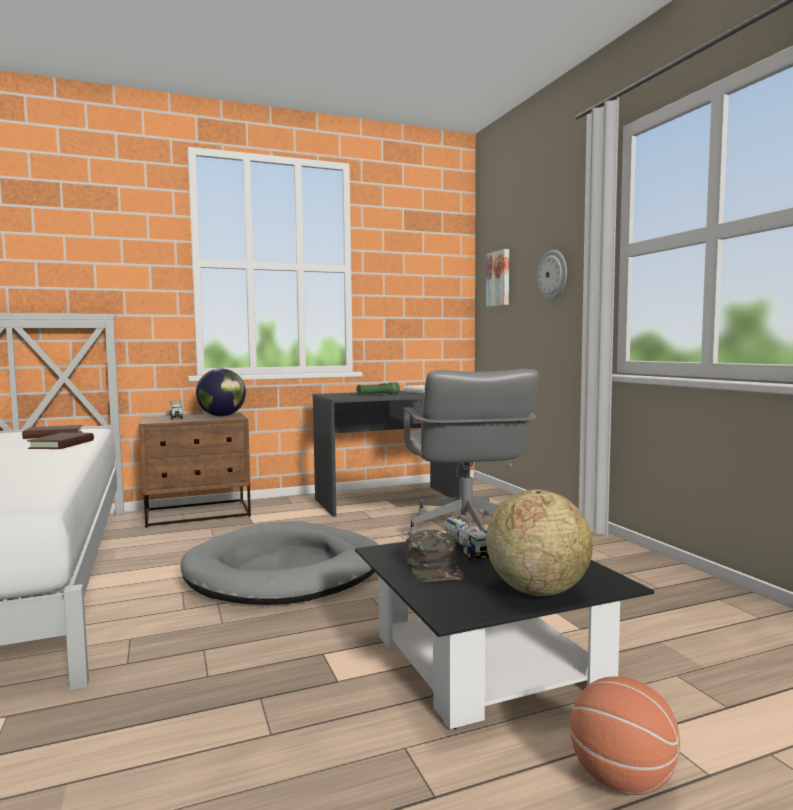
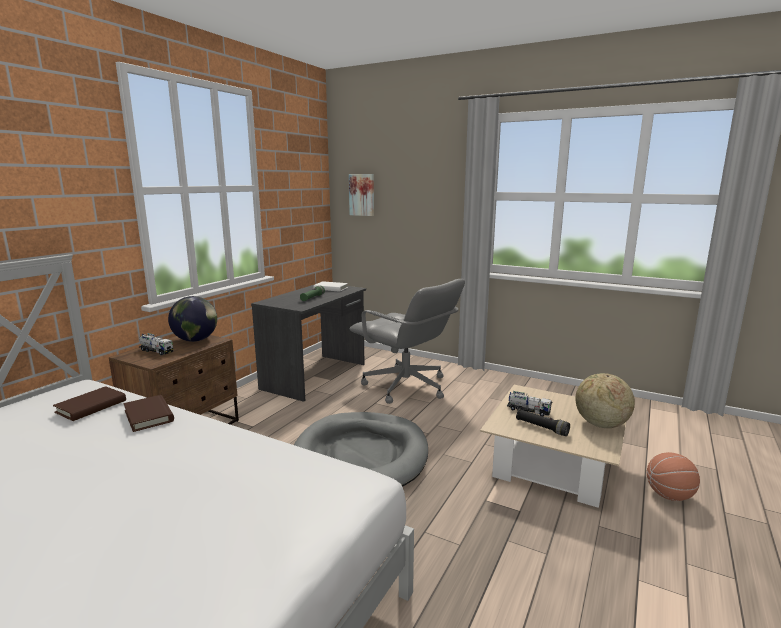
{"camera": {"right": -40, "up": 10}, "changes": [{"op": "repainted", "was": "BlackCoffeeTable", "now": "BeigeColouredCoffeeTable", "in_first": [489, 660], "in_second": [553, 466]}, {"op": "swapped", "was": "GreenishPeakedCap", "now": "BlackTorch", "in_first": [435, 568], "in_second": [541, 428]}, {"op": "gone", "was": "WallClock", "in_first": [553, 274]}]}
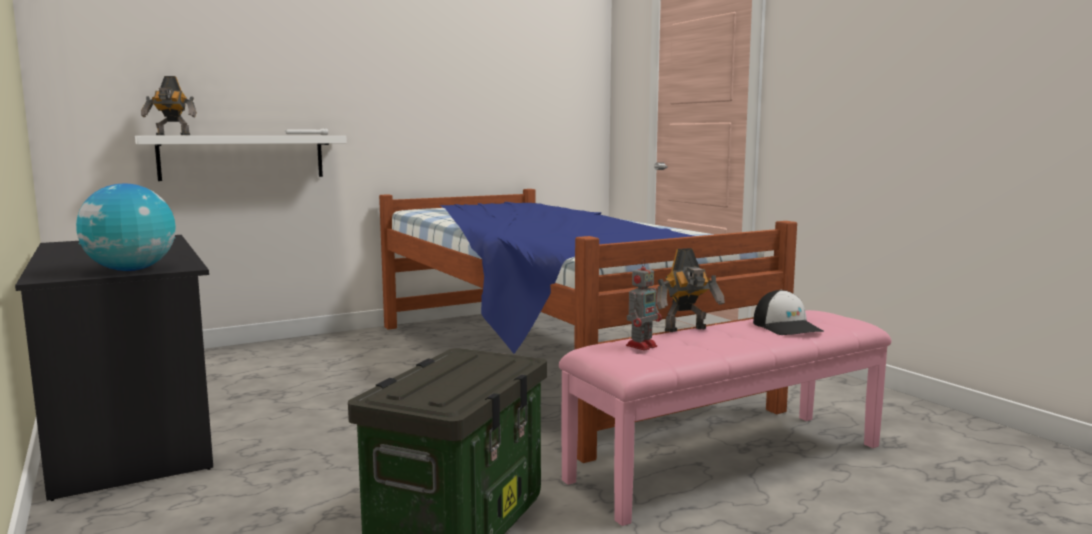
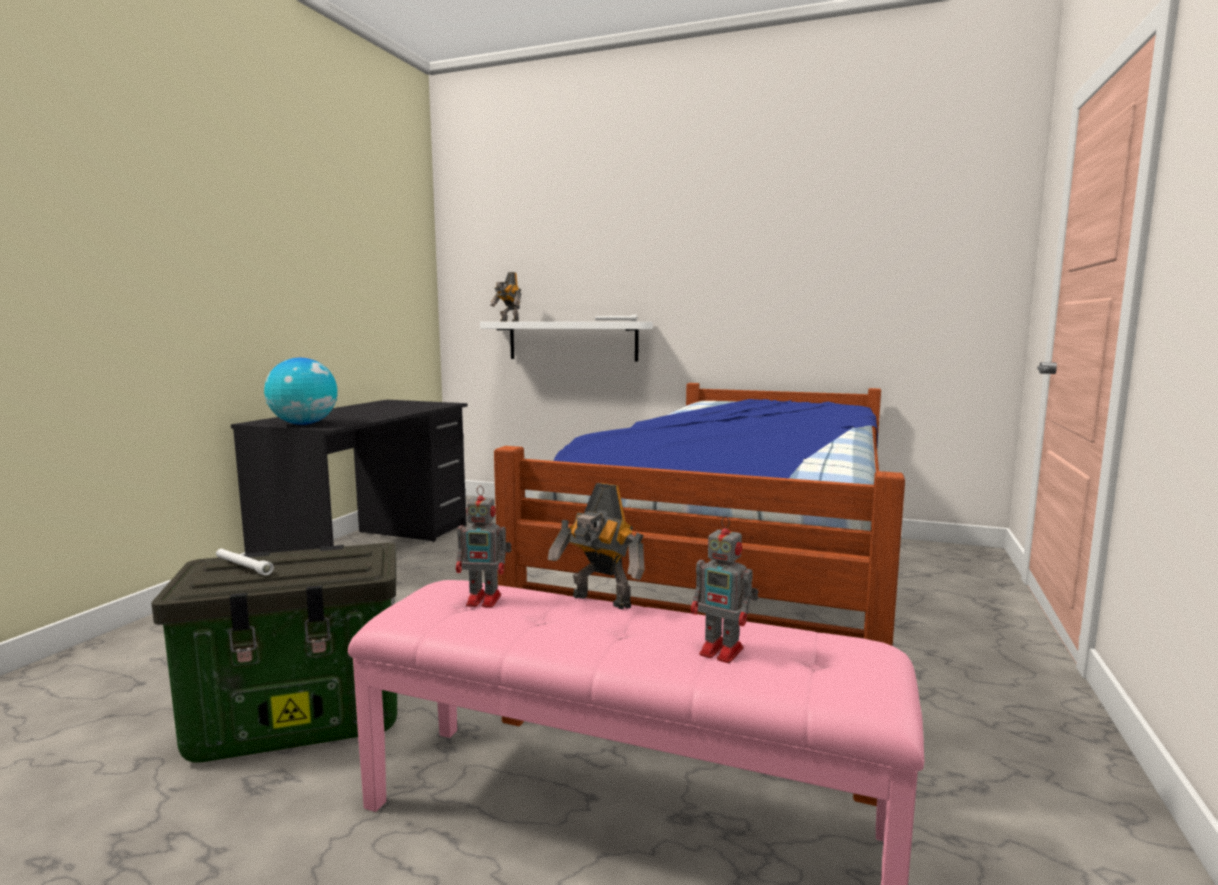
{"camera": {"right": 50, "up": 0}, "changes": [{"op": "new", "now": "WhiteColouredTorch", "in_second": [243, 566]}, {"op": "swapped", "was": "PeakedCap", "now": "RobotFigure", "in_first": [787, 327], "in_second": [724, 652]}]}
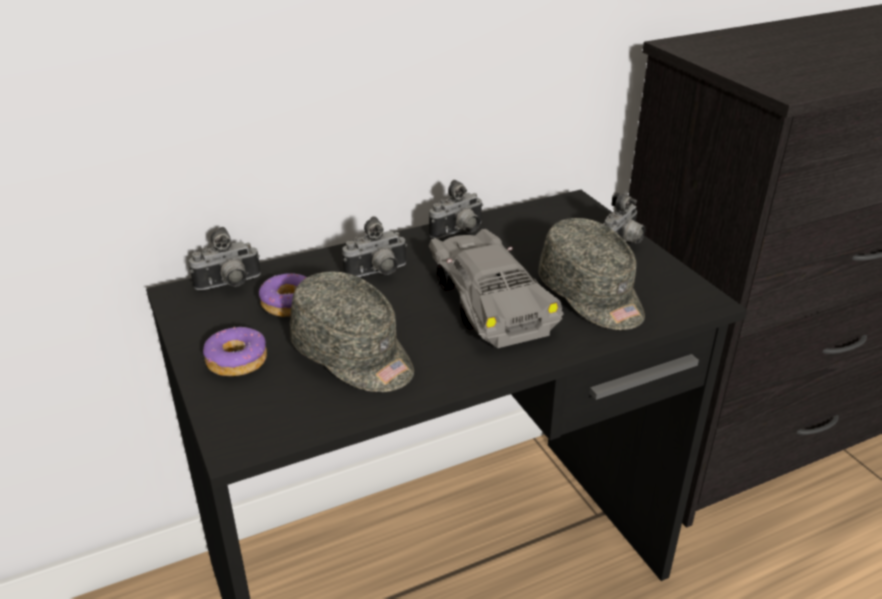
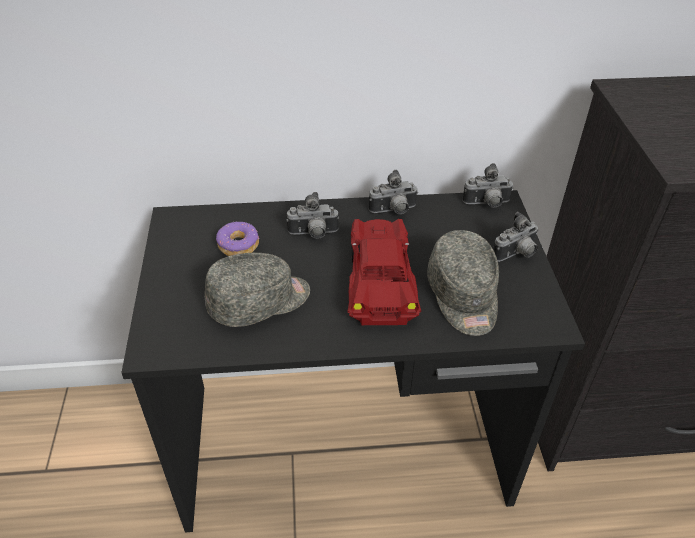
{"camera": {"right": 20, "up": 10}, "changes": [{"op": "rotated", "was": "GreyishPeakedCap", "in_first": [354, 355], "in_second": [260, 302], "clockwise": -90}, {"op": "repainted", "was": "GreyishModelCar", "now": "RedModelCar", "in_first": [488, 301], "in_second": [380, 280]}, {"op": "shifted", "was": "StillCamera", "in_first": [229, 285], "in_second": [487, 204]}, {"op": "gone", "was": "RingDoughnut", "in_first": [237, 360]}]}
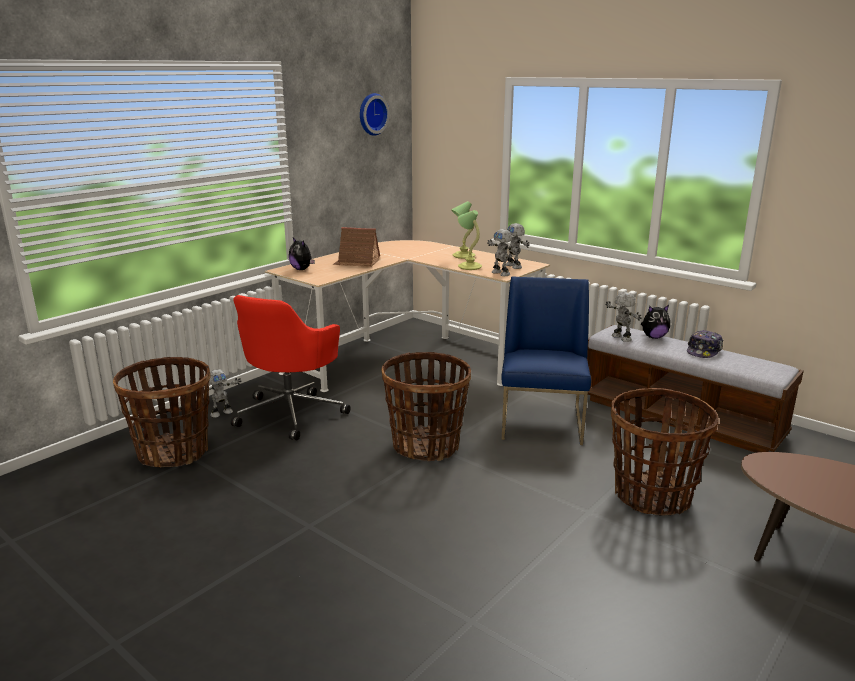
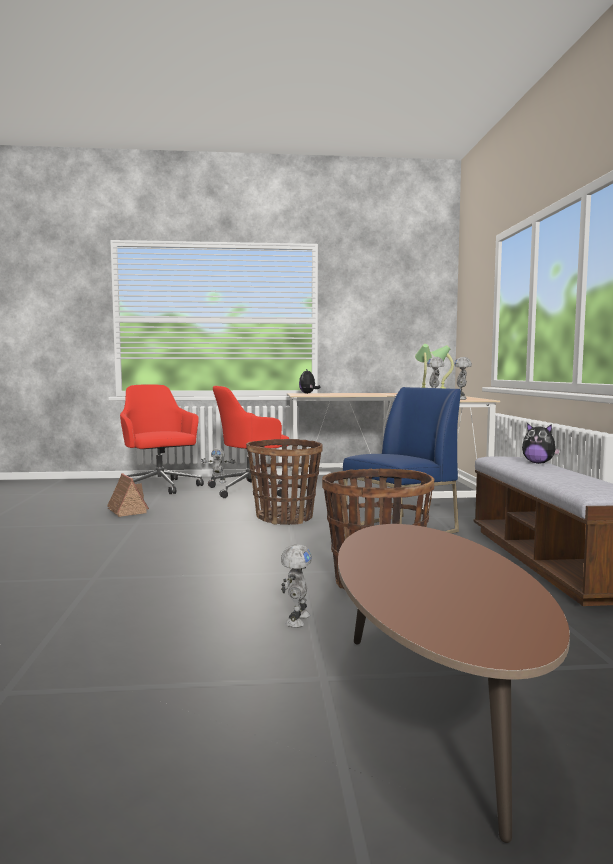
{"camera": {"right": 45, "up": -15}, "changes": [{"op": "shifted", "was": "MiniatureHouse", "in_first": [357, 262], "in_second": [127, 511]}, {"op": "swapped", "was": "StorageBasket", "now": "RedOfficeChair", "in_first": [173, 452], "in_second": [159, 488]}, {"op": "shifted", "was": "RobotFigure", "in_first": [620, 338], "in_second": [296, 620]}, {"op": "gone", "was": "WallClock", "in_first": [371, 114]}, {"op": "gone", "was": "PeakedCap", "in_first": [704, 351]}]}
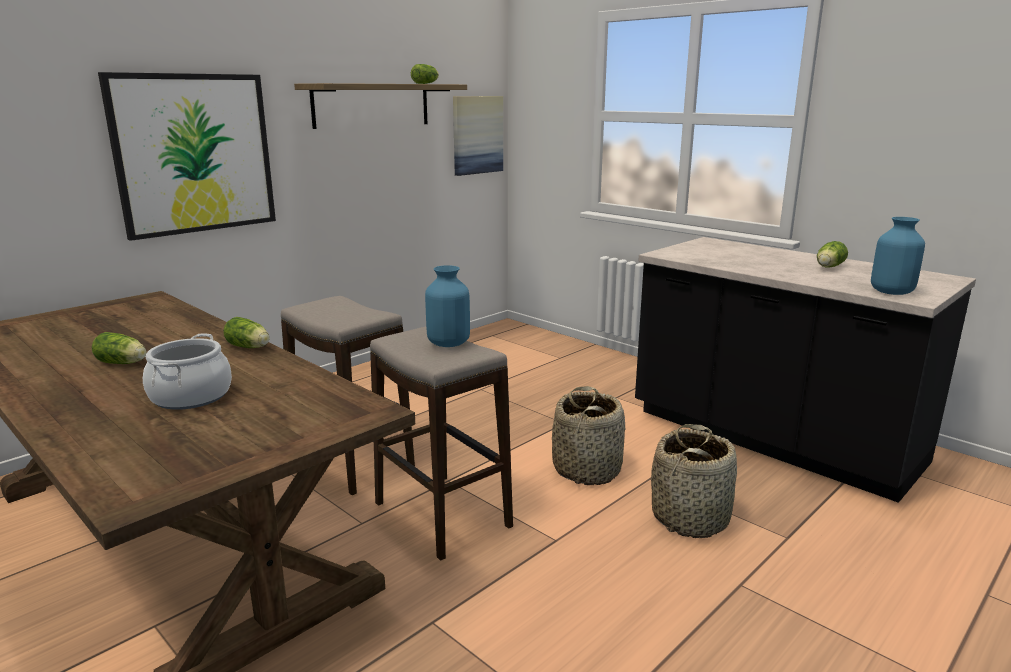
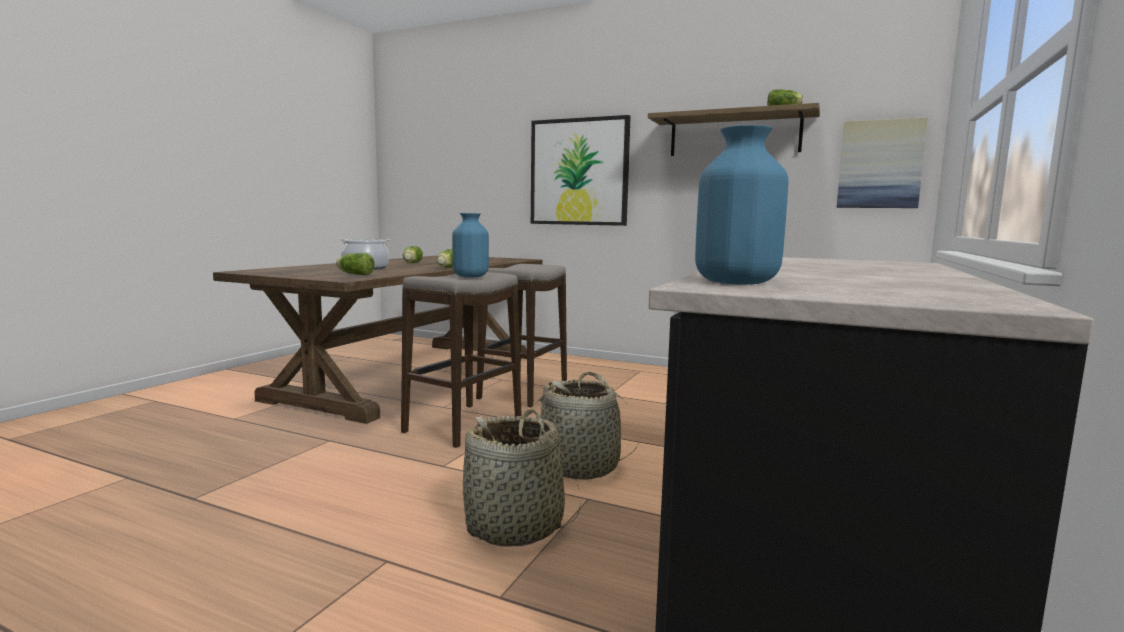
{"camera": {"right": 70, "up": -10}, "changes": [{"op": "shifted", "was": "LettuceHead", "in_first": [828, 267], "in_second": [354, 274]}]}
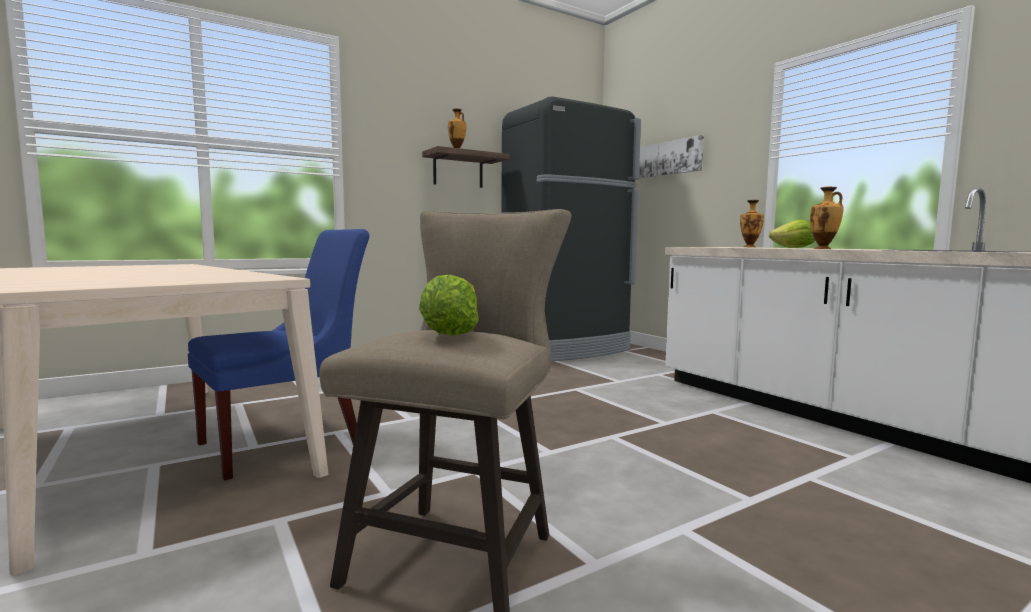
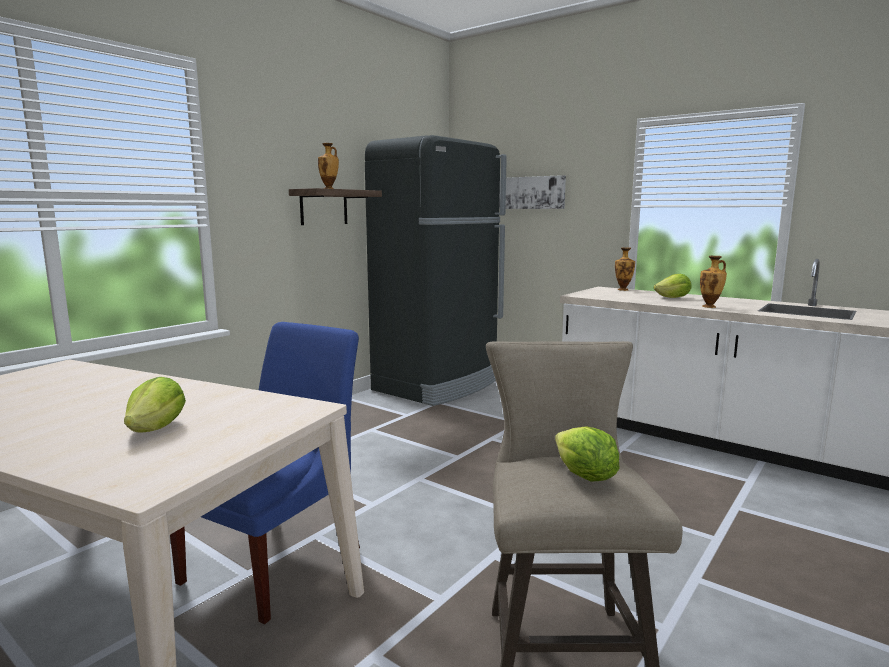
{"camera": {"right": -20, "up": 5}, "changes": [{"op": "new", "now": "LettuceHead", "in_second": [157, 428]}]}
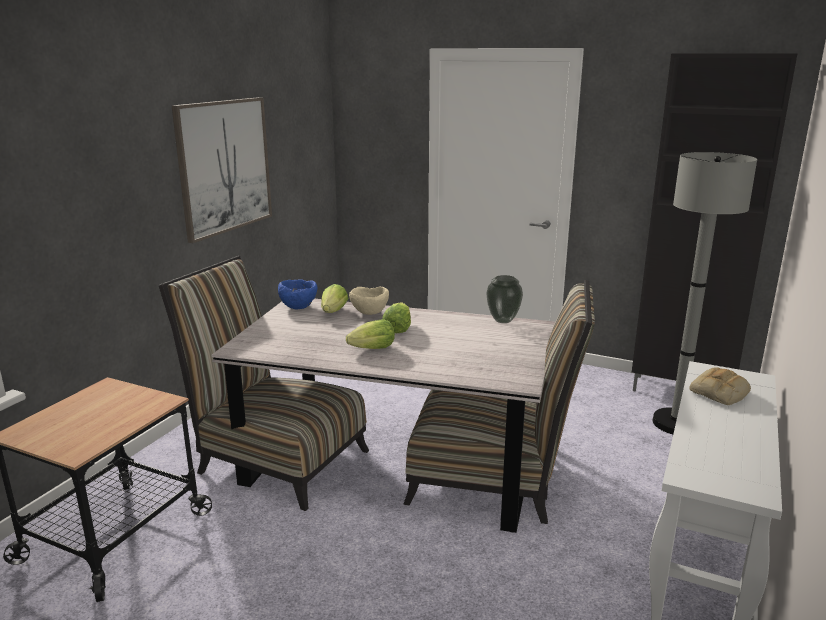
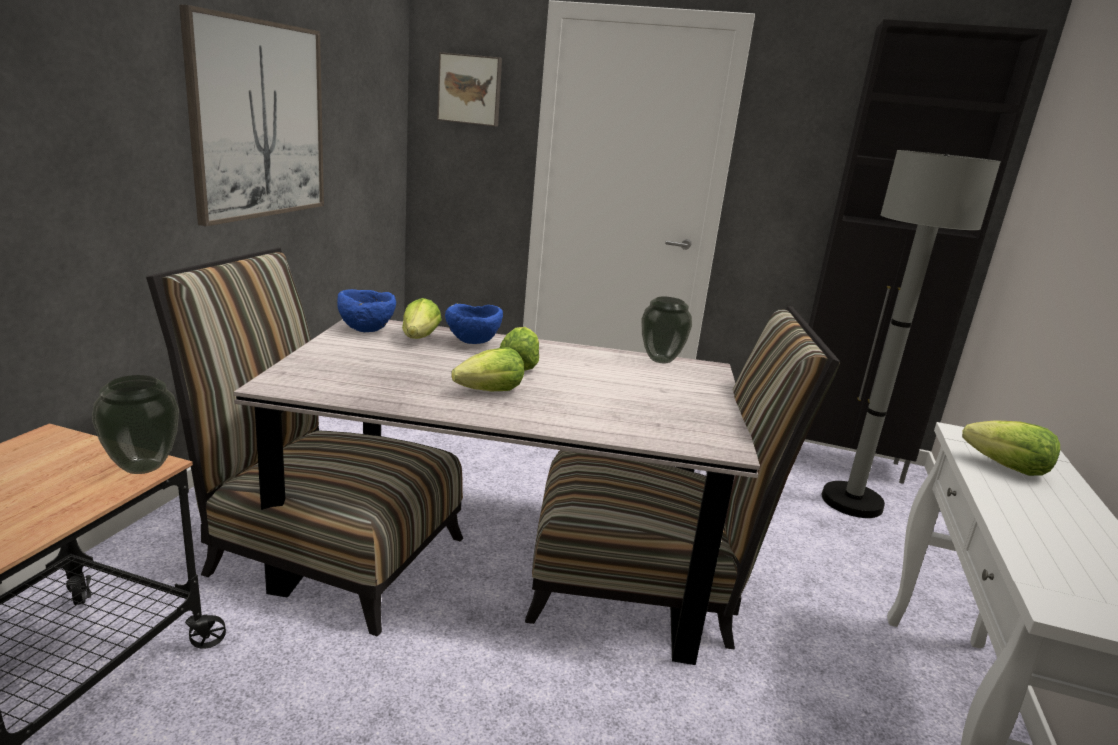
{"camera": {"right": -10, "up": 0}, "changes": [{"op": "new", "now": "Vase", "in_second": [143, 466]}, {"op": "new", "now": "WallArt", "in_second": [470, 89]}, {"op": "repainted", "was": "BeigeColouredServingBowl", "now": "BlueColouredServingBowl", "in_first": [369, 314], "in_second": [472, 343]}, {"op": "swapped", "was": "Bread", "now": "LettuceHead", "in_first": [720, 393], "in_second": [1007, 468]}]}
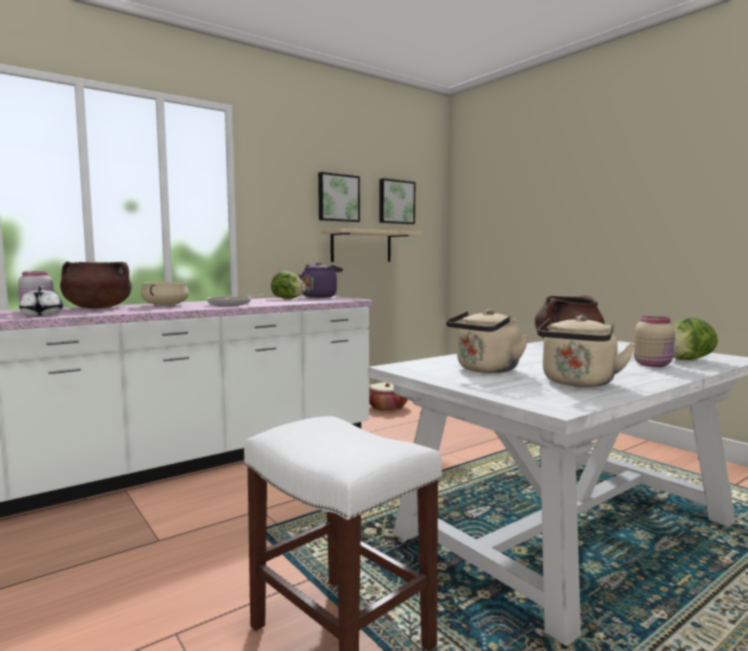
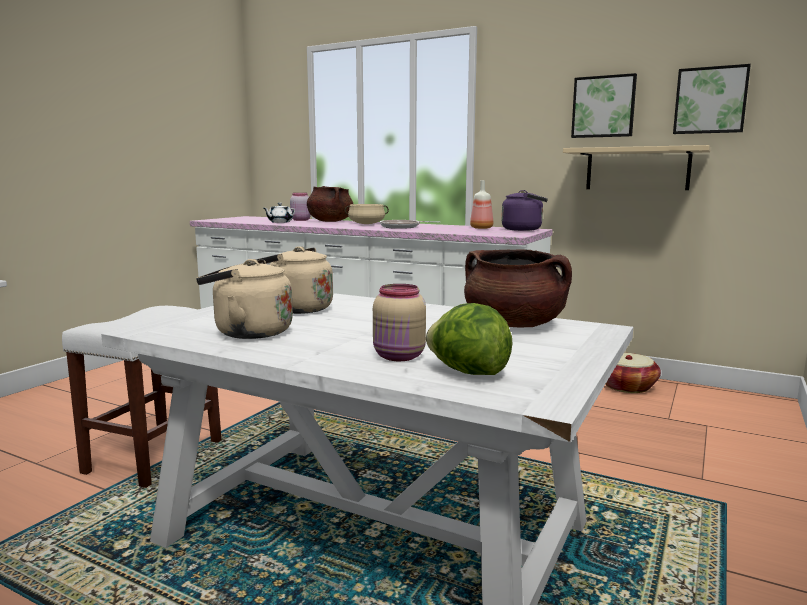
{"camera": {"right": 65, "up": 5}, "changes": [{"op": "swapped", "was": "LettuceHead", "now": "Bottle", "in_first": [288, 298], "in_second": [482, 228]}]}
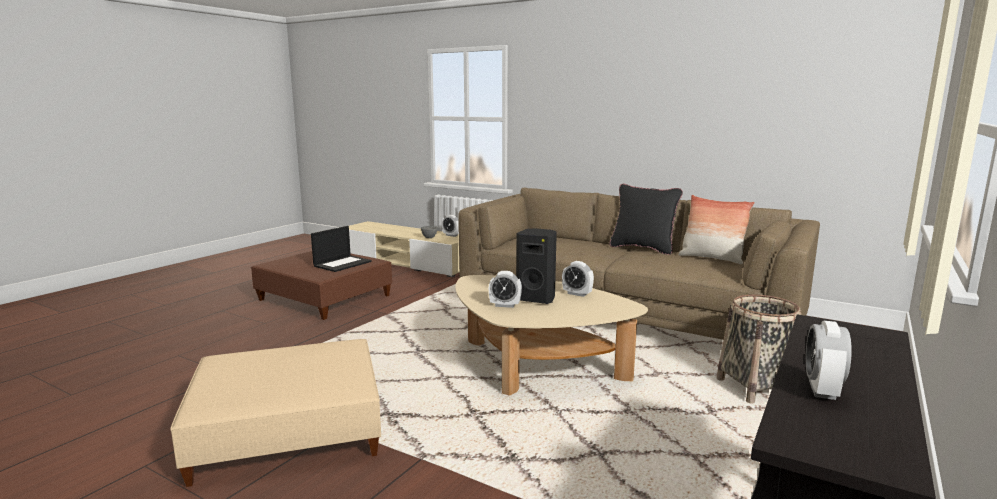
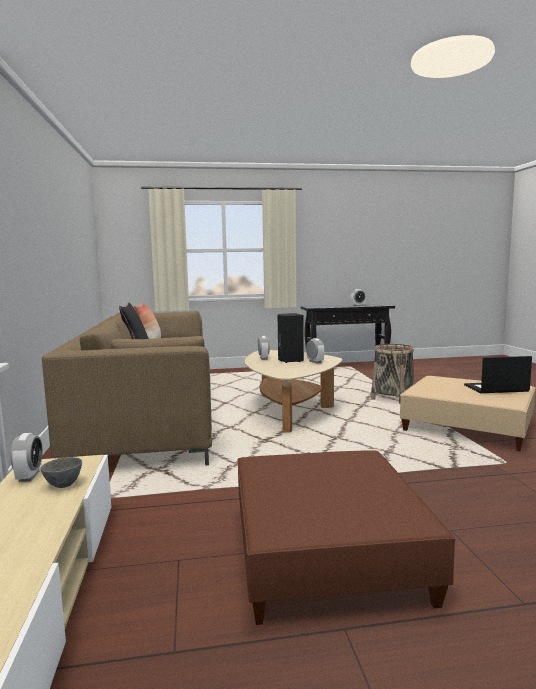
{"camera": {"right": -130, "up": -5}, "changes": [{"op": "shifted", "was": "StorageBasket", "in_first": [755, 388], "in_second": [392, 398]}, {"op": "shifted", "was": "Laptop", "in_first": [342, 264], "in_second": [495, 388]}]}
